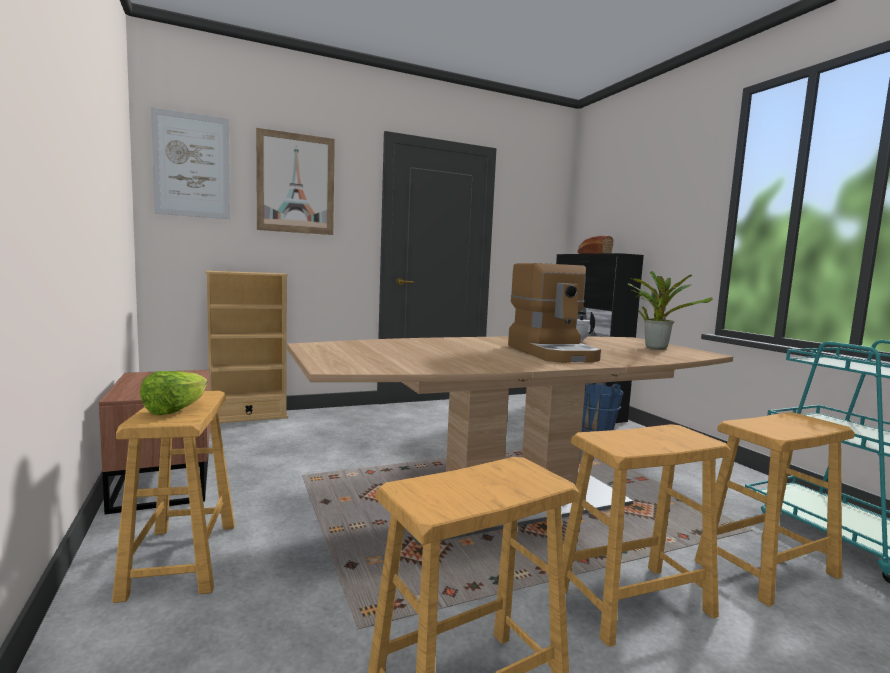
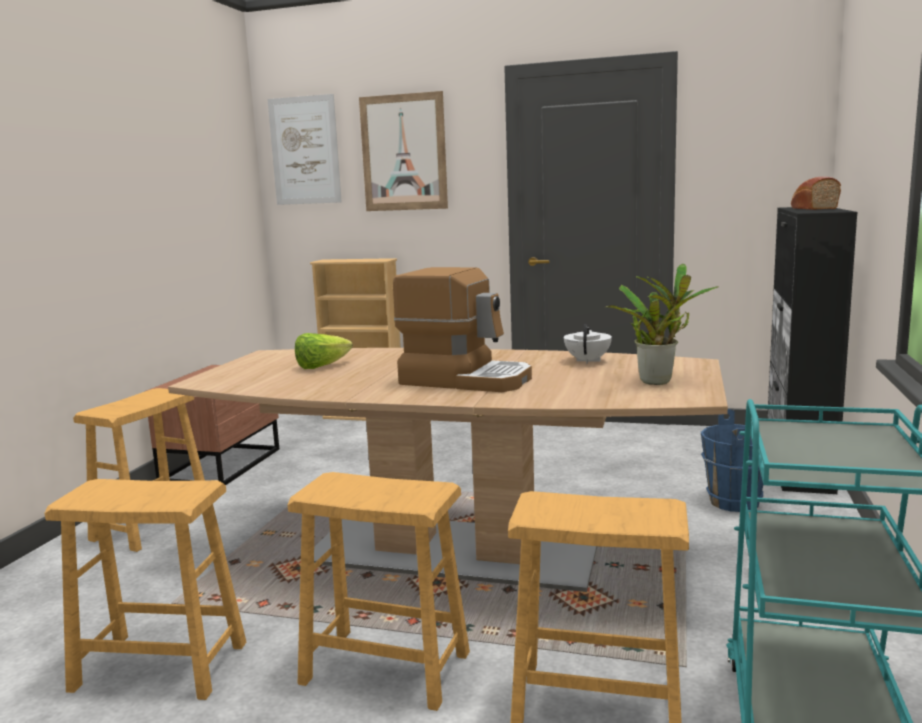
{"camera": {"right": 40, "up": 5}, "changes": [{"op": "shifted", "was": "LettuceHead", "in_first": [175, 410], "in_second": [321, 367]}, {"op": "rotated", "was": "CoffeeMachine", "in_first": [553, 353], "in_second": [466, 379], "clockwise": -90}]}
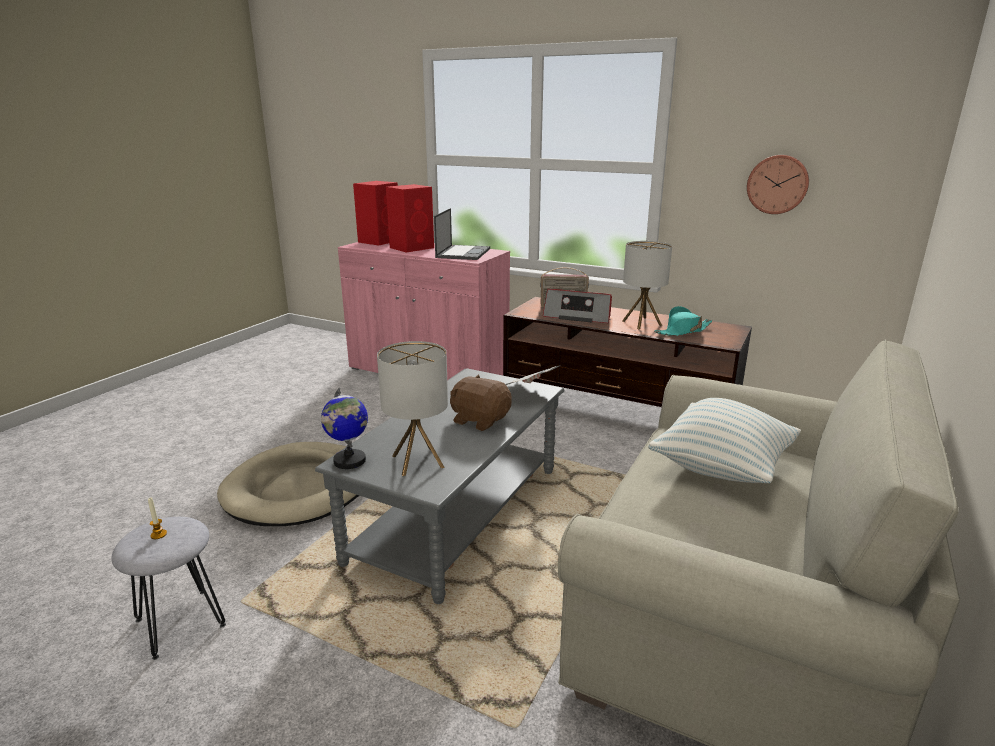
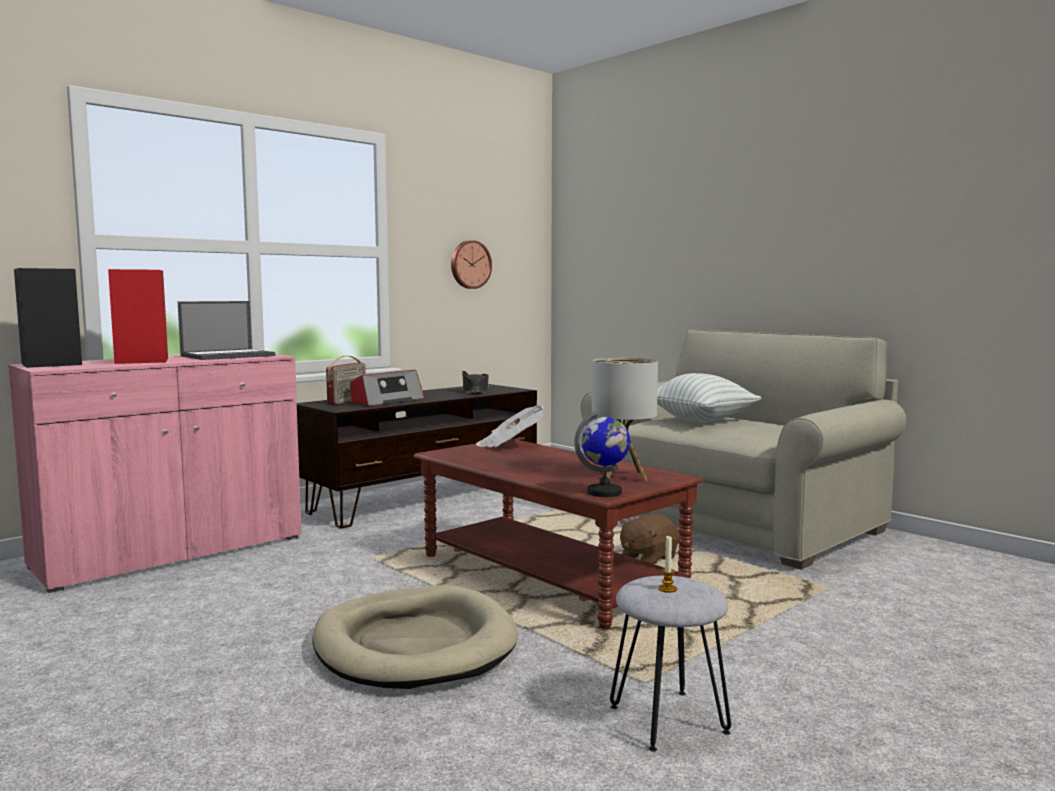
{"camera": {"right": -70, "up": -15}, "changes": [{"op": "repainted", "was": "RedAudioSpeaker", "now": "BlackAudioSpeaker", "in_first": [380, 241], "in_second": [51, 364]}, {"op": "rotated", "was": "Laptop", "in_first": [463, 253], "in_second": [229, 356], "clockwise": 105}, {"op": "repainted", "was": "GreyishCoffeeTable", "now": "BrownishCoffeeTable", "in_first": [457, 514], "in_second": [549, 575]}, {"op": "repainted", "was": "TurquoiseHat", "now": "BlackHat", "in_first": [683, 331], "in_second": [475, 391]}, {"op": "shifted", "was": "BrownishSoftToy", "in_first": [480, 420], "in_second": [647, 558]}, {"op": "gone", "was": "LampForATable", "in_first": [642, 323]}]}
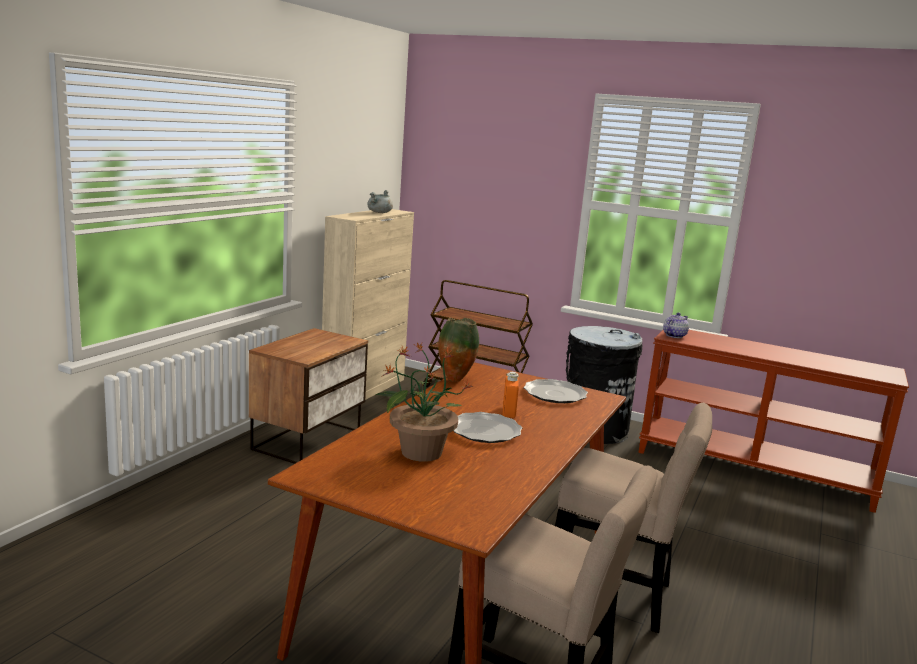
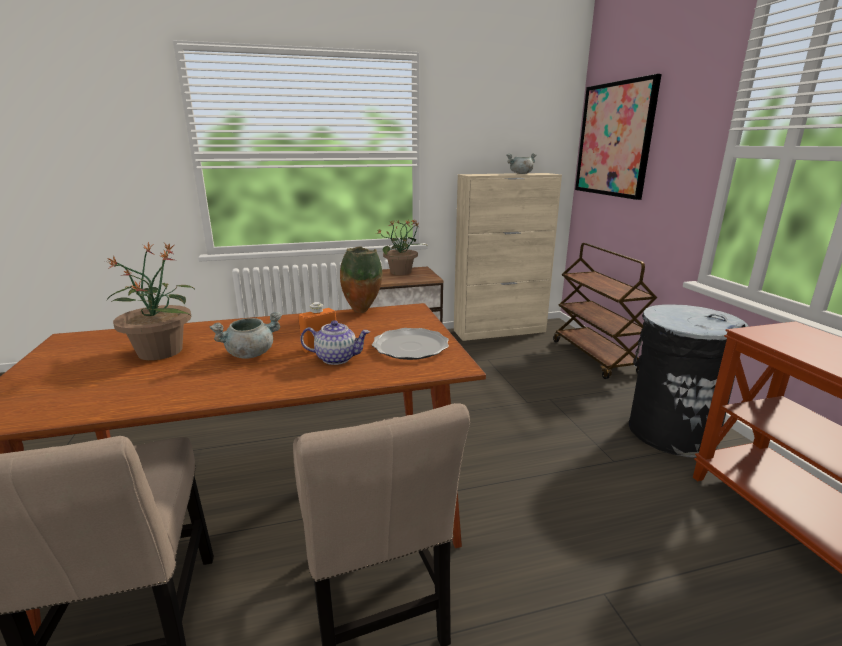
{"camera": {"right": 50, "up": 5}, "changes": [{"op": "swapped", "was": "Plate", "now": "GreyishSaucepot", "in_first": [484, 430], "in_second": [250, 354]}, {"op": "shifted", "was": "Teapot", "in_first": [674, 335], "in_second": [337, 358]}, {"op": "new", "now": "PlantInAPot", "in_second": [401, 272]}, {"op": "new", "now": "WallArt", "in_second": [614, 140]}]}
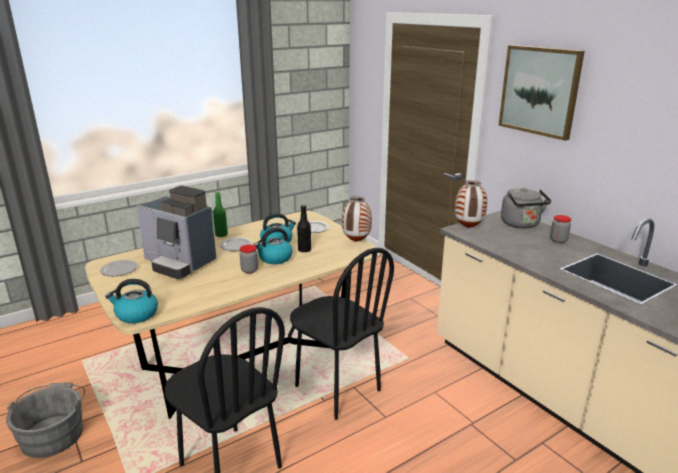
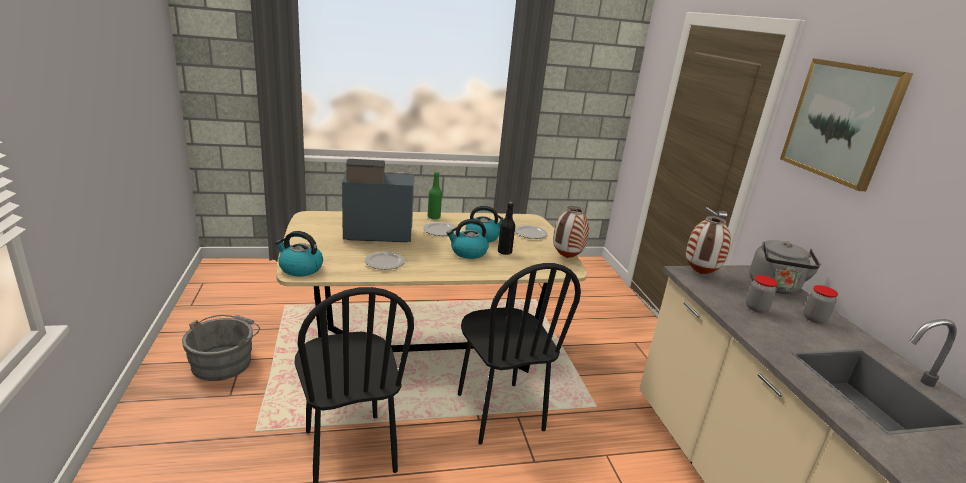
{"camera": {"right": 20, "up": 0}, "changes": [{"op": "rotated", "was": "CoffeeMachine", "in_first": [179, 263], "in_second": [375, 233], "clockwise": 120}, {"op": "shifted", "was": "Plate", "in_first": [119, 270], "in_second": [385, 262]}, {"op": "shifted", "was": "PreserveJar", "in_first": [249, 270], "in_second": [756, 308]}]}
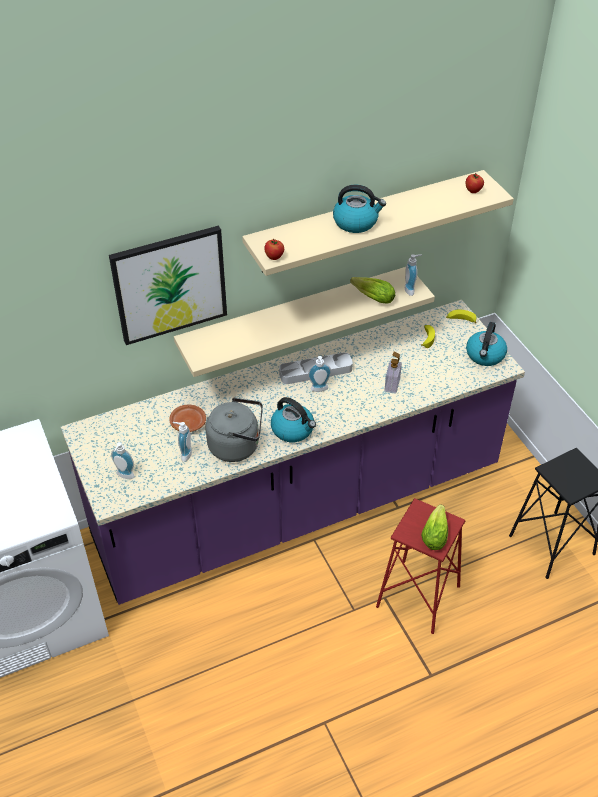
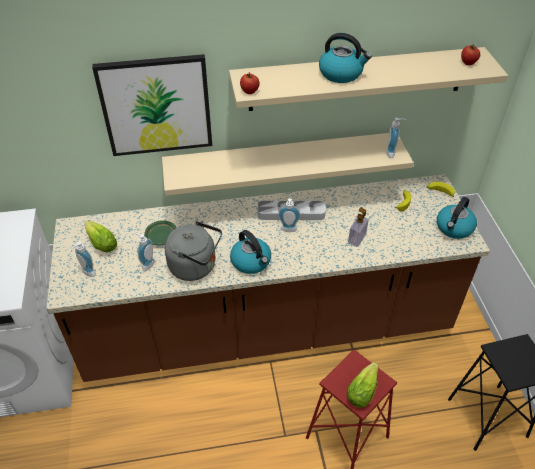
{"camera": {"right": 15, "up": 0}, "changes": [{"op": "repainted", "was": "PurplishKitchenBaseUnit", "now": "BrownishKitchenBaseUnit", "in_first": [298, 505], "in_second": [267, 327]}, {"op": "shifted", "was": "LettuceHead", "in_first": [371, 297], "in_second": [101, 242]}, {"op": "repainted", "was": "BrownishPlate", "now": "GreenishPlate", "in_first": [187, 423], "in_second": [161, 237]}]}
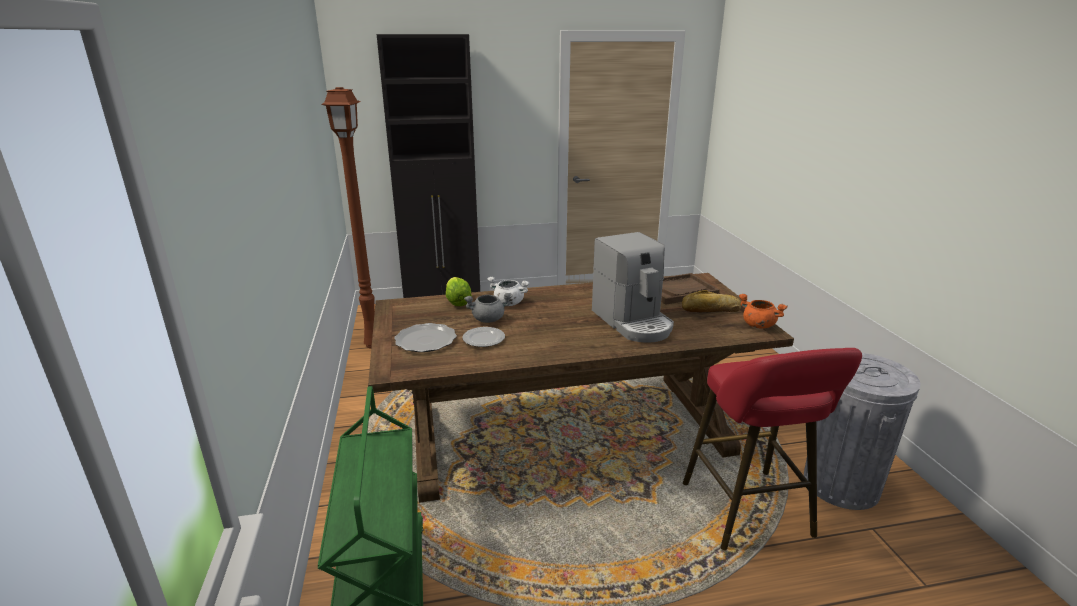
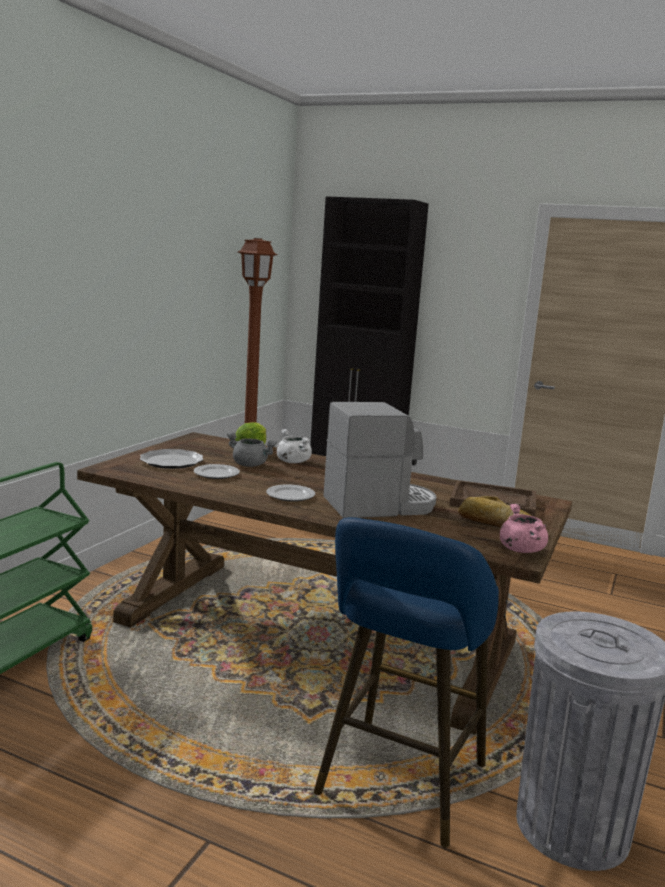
{"camera": {"right": 35, "up": -10}, "changes": [{"op": "new", "now": "Plate", "in_second": [291, 495]}, {"op": "repainted", "was": "RedStoolSeat", "now": "BlueColouredStoolSeat", "in_first": [750, 514], "in_second": [398, 786]}, {"op": "rotated", "was": "CoffeeMachine", "in_first": [633, 322], "in_second": [380, 505], "clockwise": -120}, {"op": "repainted", "was": "OrangeSaucepot", "now": "PinkishSaucepot", "in_first": [757, 325], "in_second": [520, 549]}]}
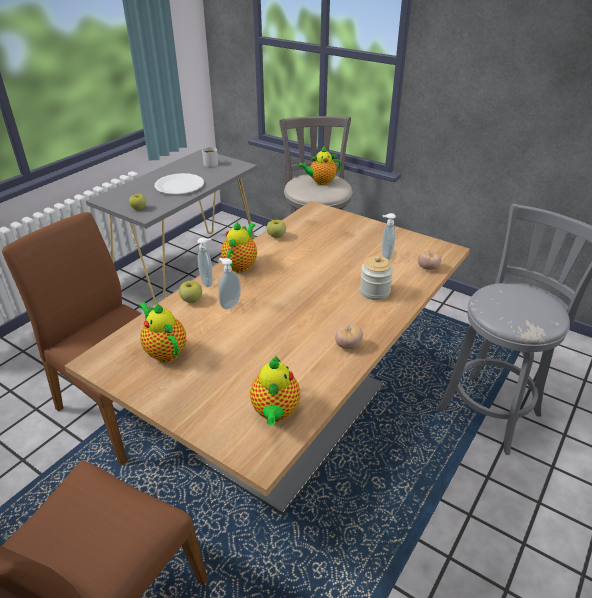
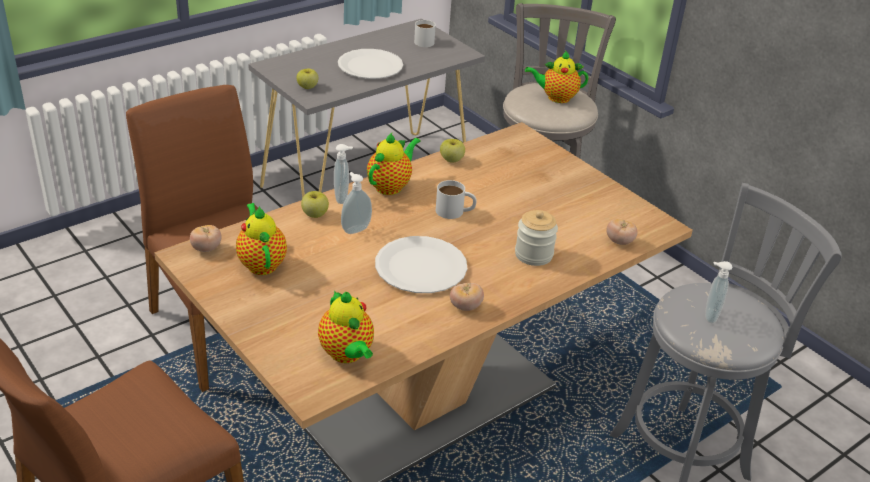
{"camera": {"right": 15, "up": 0}, "changes": [{"op": "new", "now": "Tomato", "in_second": [206, 248]}, {"op": "rotated", "was": "Teapot", "in_first": [275, 413], "in_second": [347, 354], "clockwise": -45}, {"op": "new", "now": "WhiteColouredPlate", "in_second": [421, 267]}, {"op": "new", "now": "WhiteColouredCoffeeMug", "in_second": [455, 211]}, {"op": "shifted", "was": "SoapBottle", "in_first": [385, 256], "in_second": [709, 316]}]}
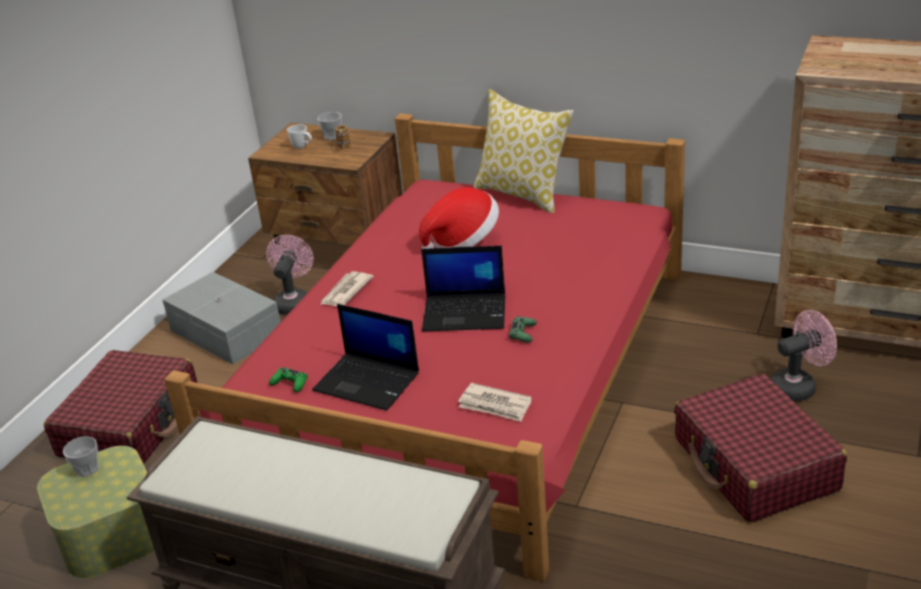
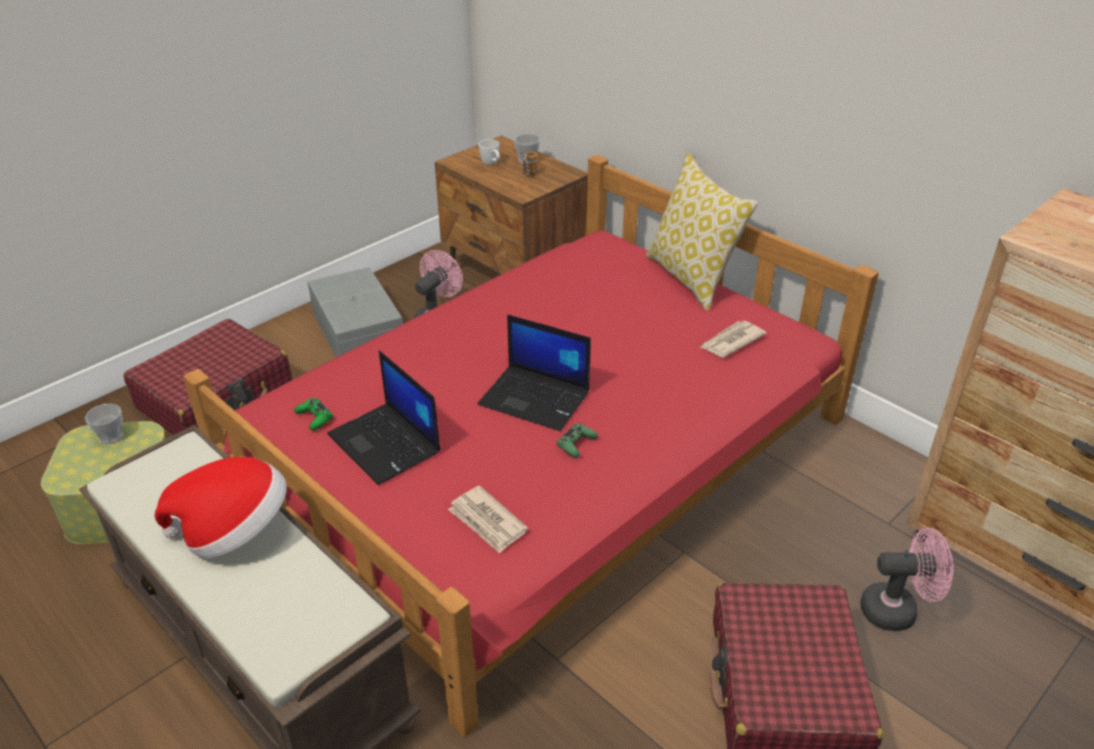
{"camera": {"right": 20, "up": 5}, "changes": [{"op": "shifted", "was": "Hat", "in_first": [463, 241], "in_second": [235, 532]}, {"op": "shifted", "was": "PrintedPaper", "in_first": [345, 292], "in_second": [731, 341]}]}
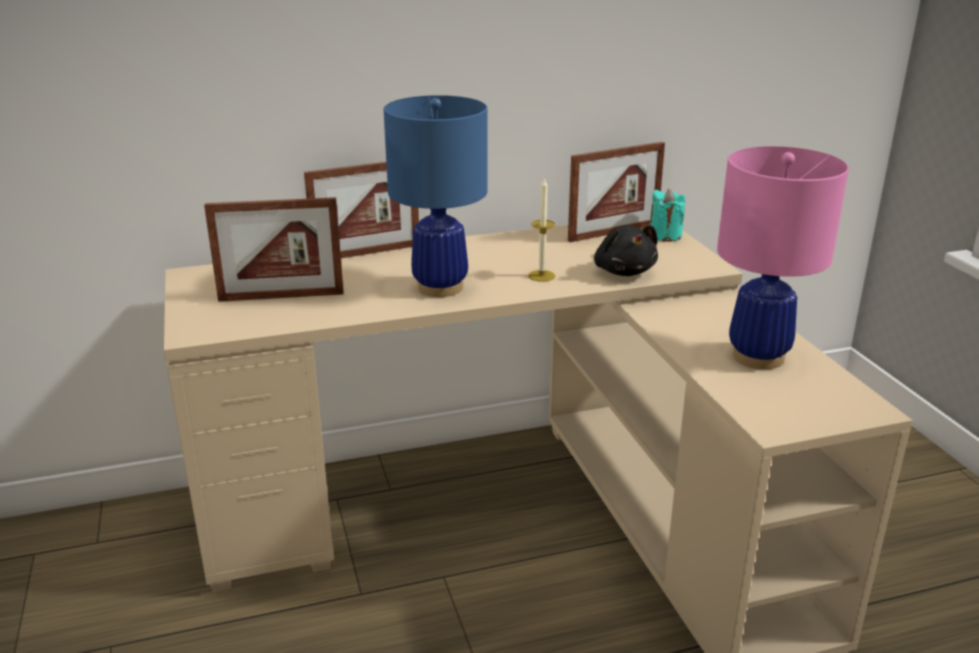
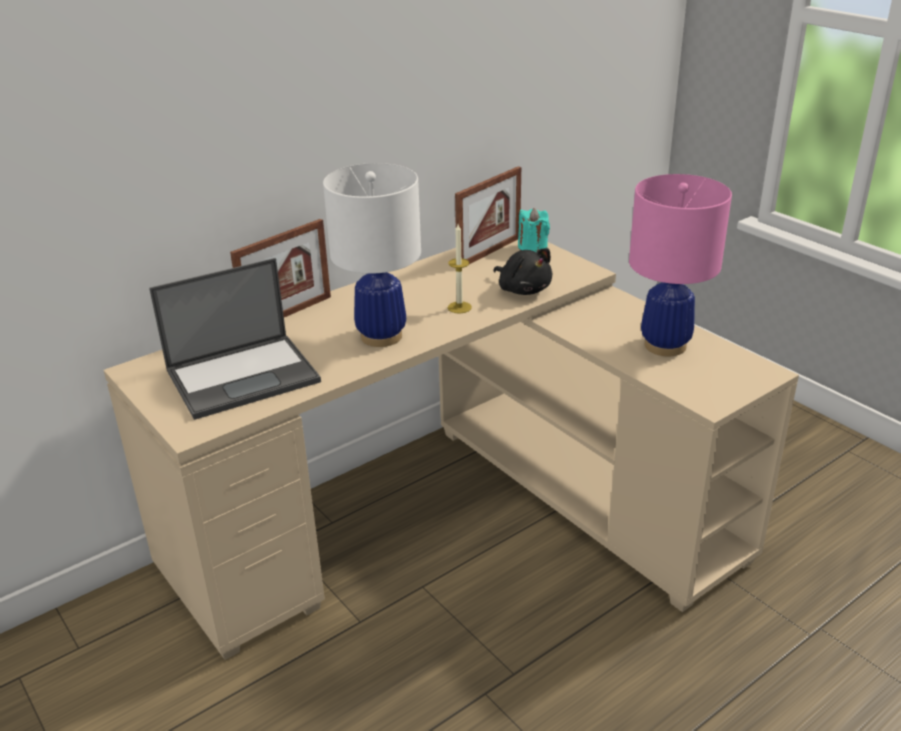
{"camera": {"right": -20, "up": 5}, "changes": [{"op": "swapped", "was": "StandingFrame", "now": "Laptop", "in_first": [281, 296], "in_second": [244, 375]}, {"op": "repainted", "was": "BlueColouredLampForATable", "now": "WhiteColouredLampForATable", "in_first": [439, 287], "in_second": [381, 336]}]}
